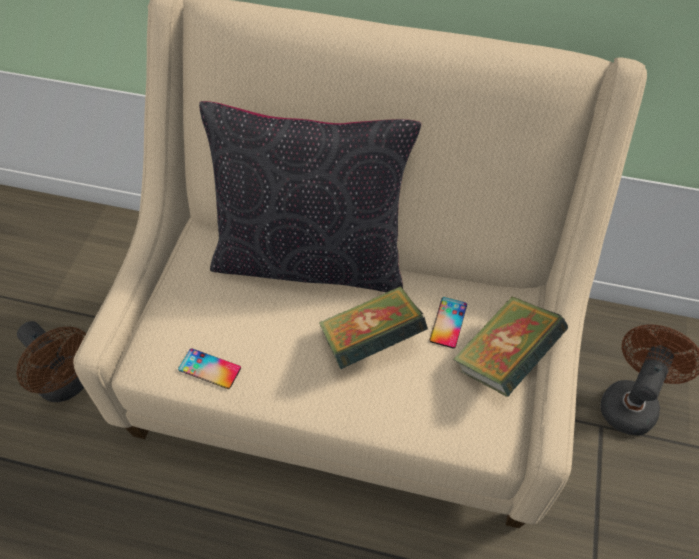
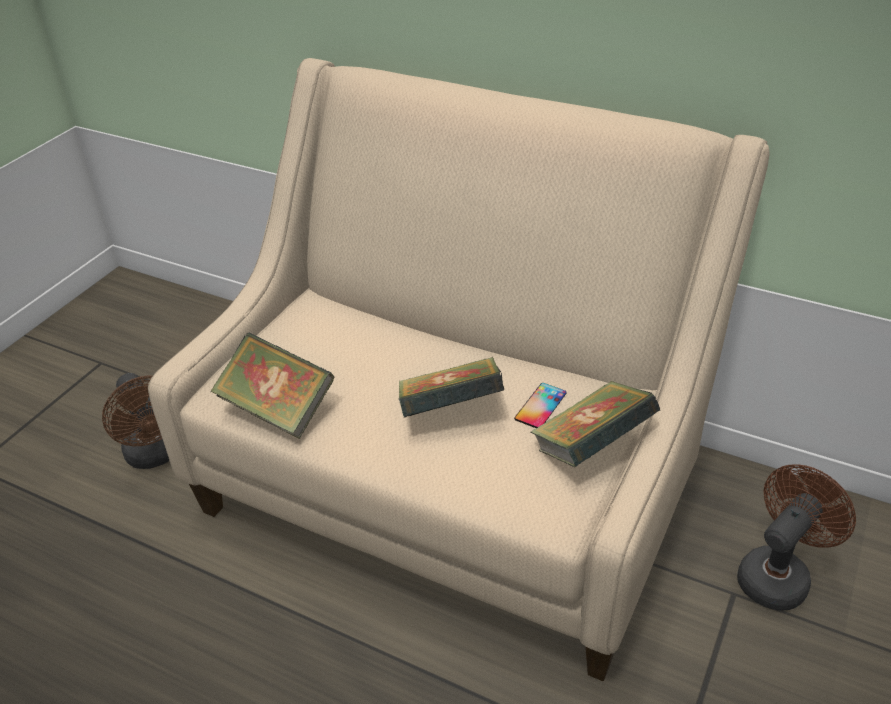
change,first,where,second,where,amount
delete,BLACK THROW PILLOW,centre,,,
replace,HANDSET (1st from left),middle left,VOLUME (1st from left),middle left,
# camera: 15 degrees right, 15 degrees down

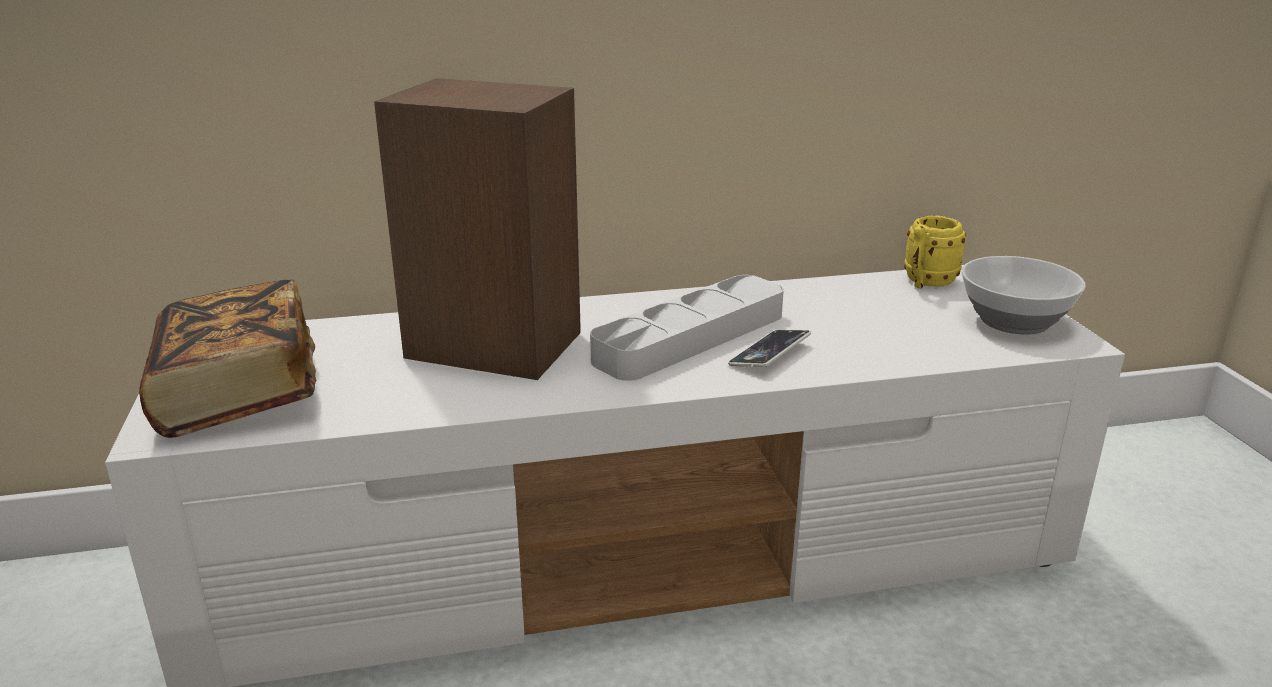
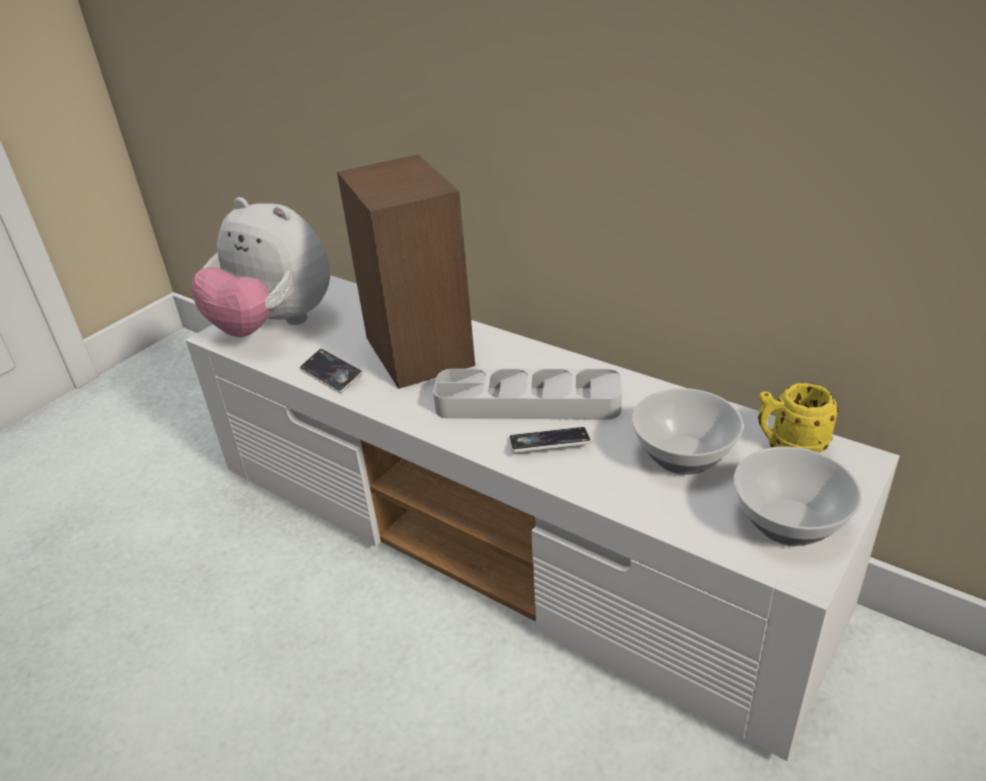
change,first,where,second,where,amount
replace,VOLUME,middle left,CUDDLY TOY,middle left,
insert,,,HANDSET (1st from left),centre,
insert,,,DEEP DISH (1st from left),middle right,
# camera: 50 degrees right, 10 degrees up

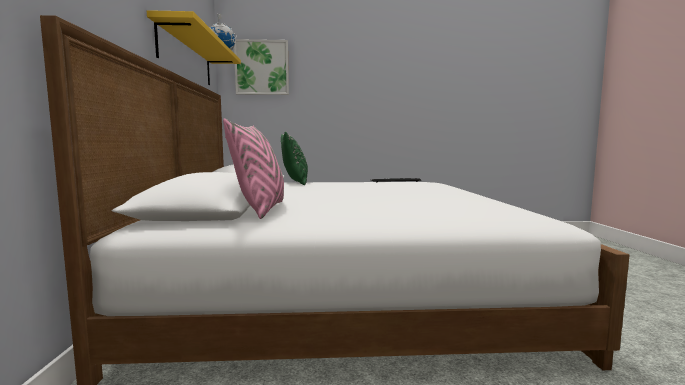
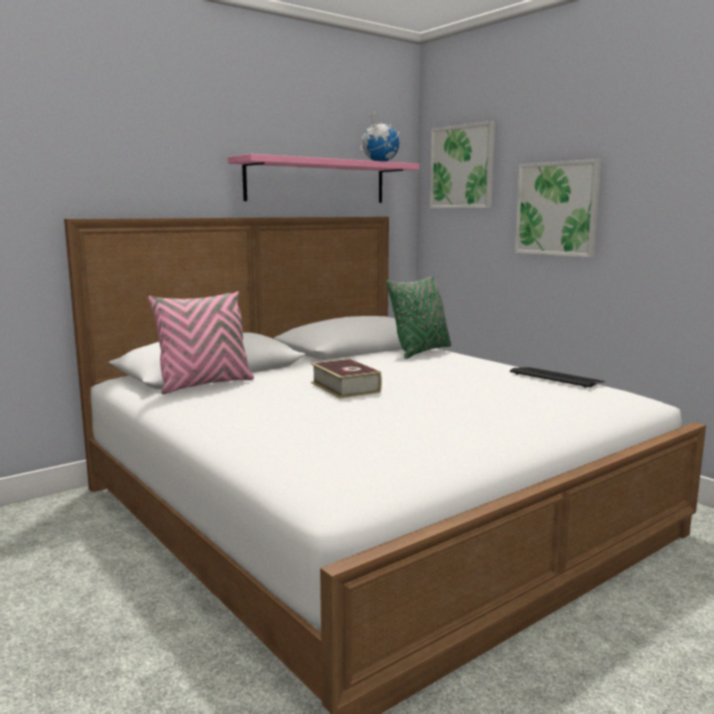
change,first,where,second,where,amount
recolor,YELLOW-COLOURED BRACKET SHELF,top left,PINKISH BRACKET SHELF,top centre,
insert,,,PICTURE (2nd from left),top right,
insert,,,VOLUME,centre,
# camera: 55 degrees right, 5 degrees up

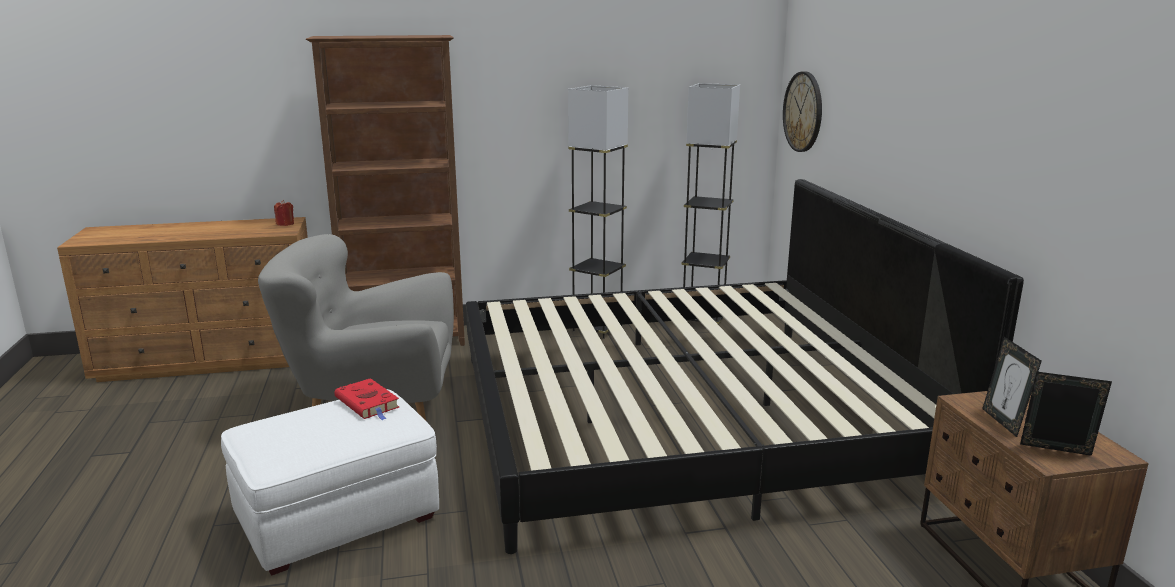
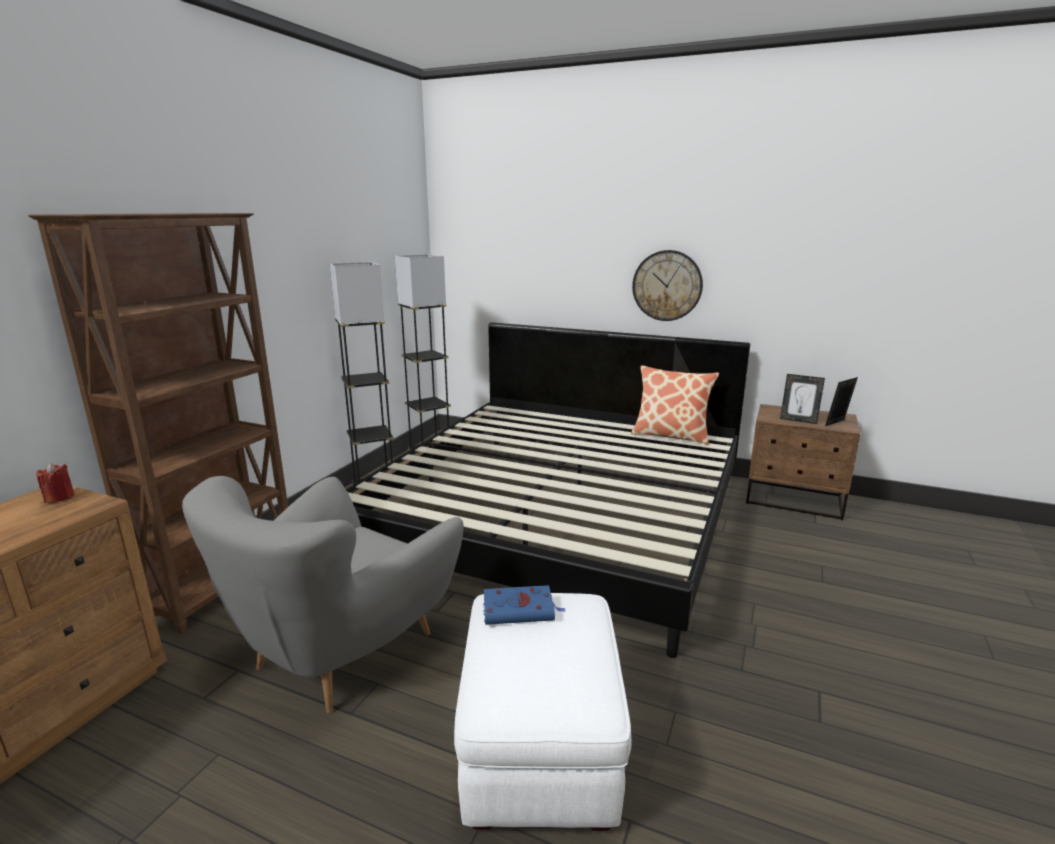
change,first,where,second,where,amount
move,WALL CLOCK,top right,,centre,
recolor,RED VOLUME,bottom left,BLUE VOLUME,bottom centre,
insert,,,THROW PILLOW,centre,
# camera: 55 degrees left, 0 degrees up

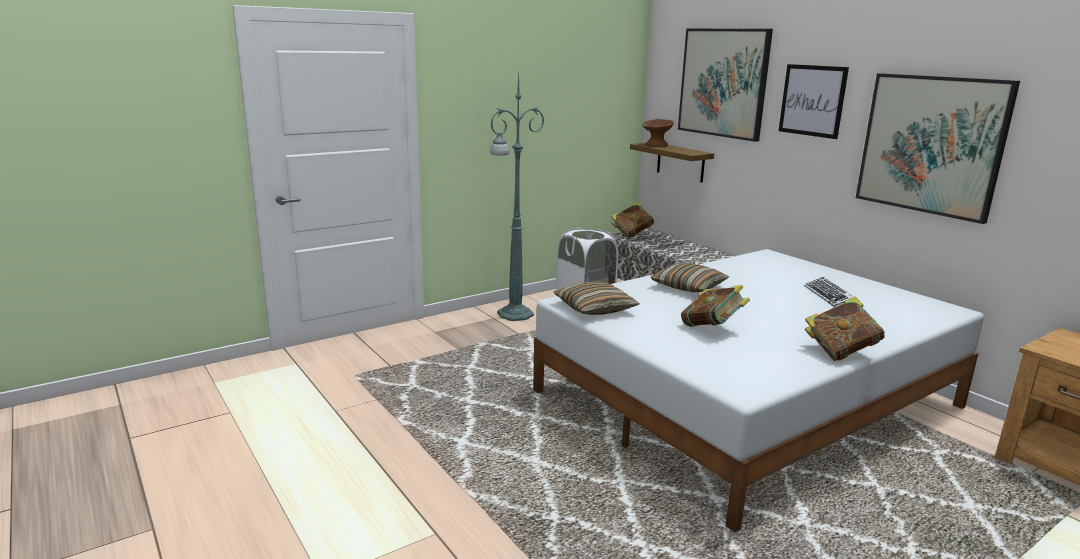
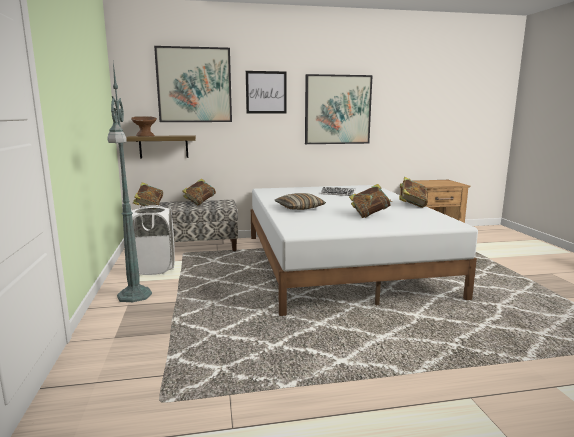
change,first,where,second,where,amount
delete,THROW PILLOW (1st from left),centre,,,
insert,,,VOLUME (2nd from left),centre,
# camera: 65 degrees left, 5 degrees down

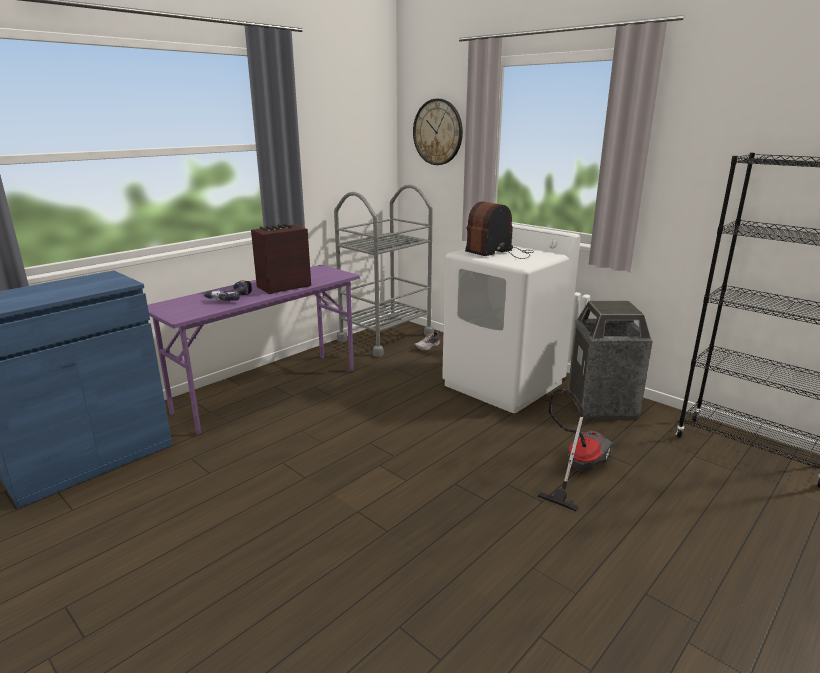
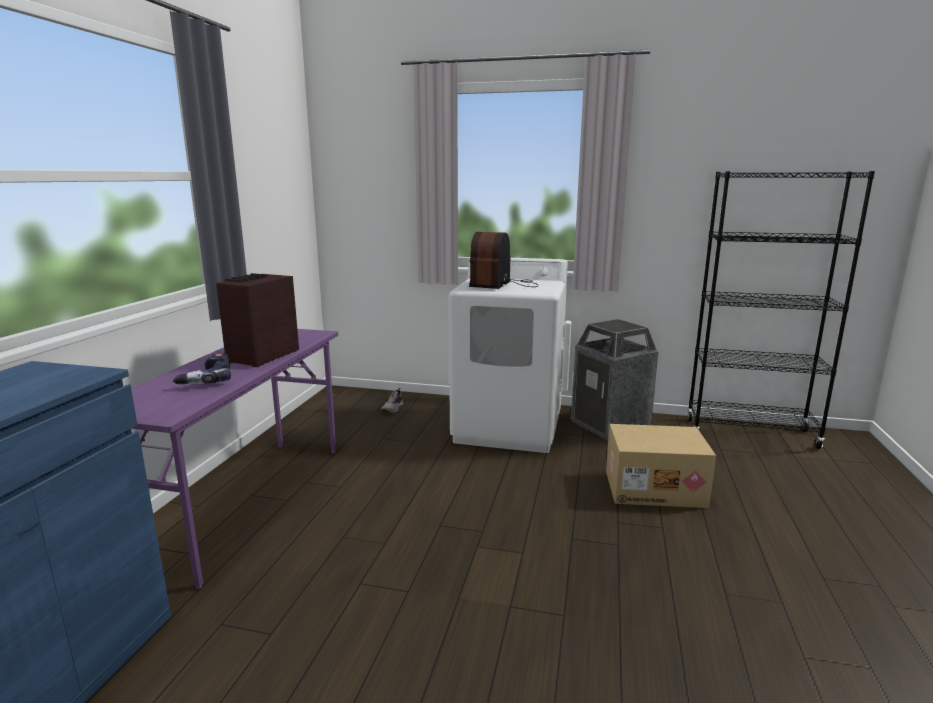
change,first,where,second,where,amount
delete,WALL CLOCK,top centre,,,
delete,GREY CART,centre,,,
replace,VACUUM CLEANER,bottom right,PACKING BOX,middle right,
# camera: 30 degrees left, 5 degrees down

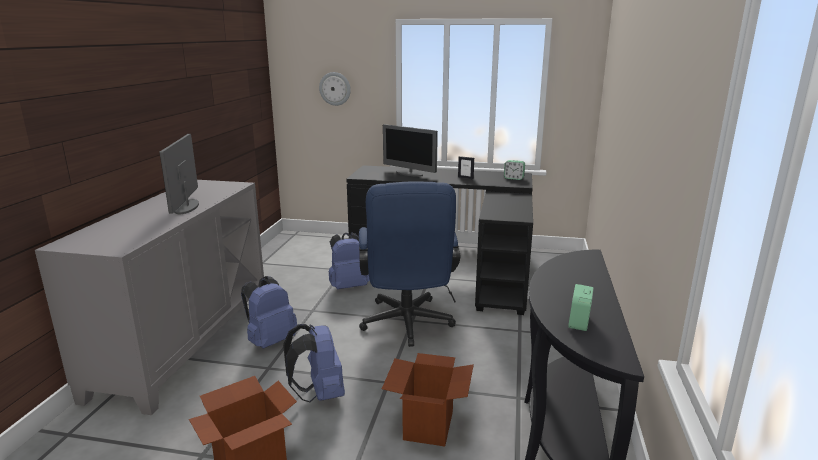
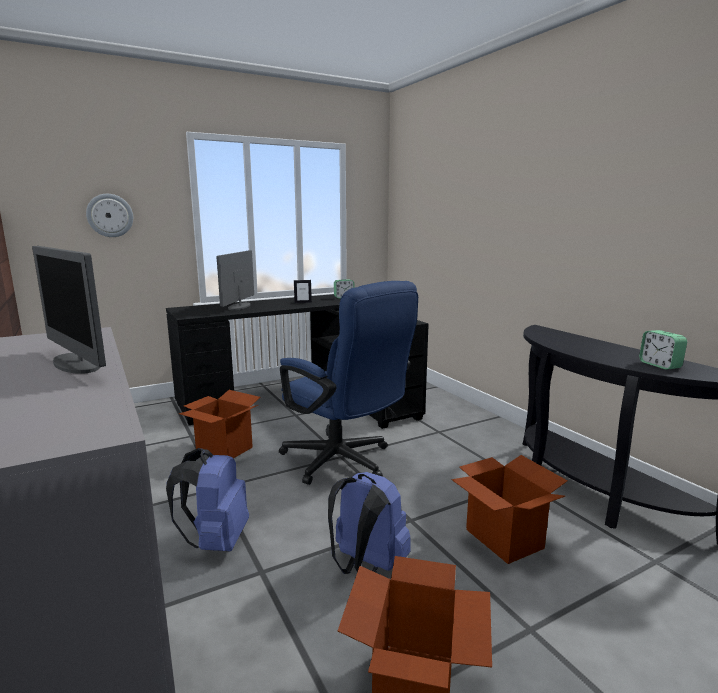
change,first,where,second,where,amount
rotate,COMPUTER SCREEN (2nd from left),top centre,,middle left,105 degrees clockwise
replace,BLUE BACKPACK (3rd from left),centre,PACKING BOX (1st from left),middle left,
# camera: 40 degrees left, 5 degrees down

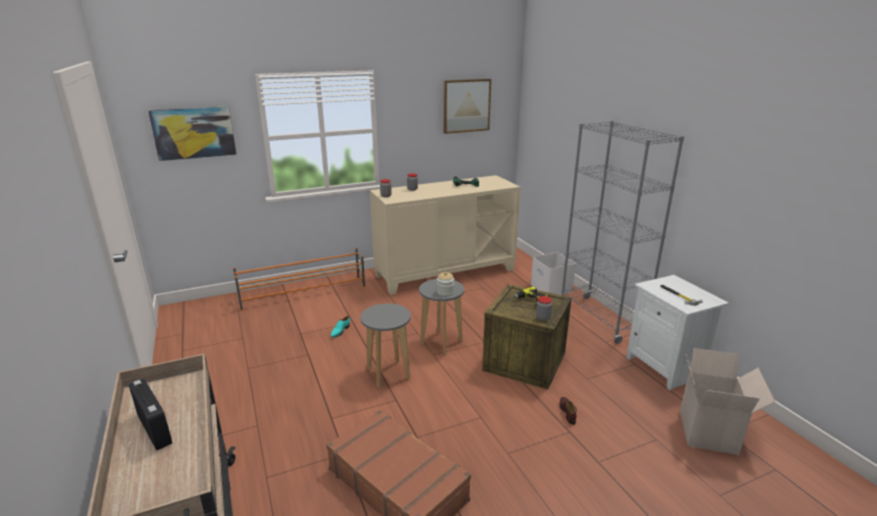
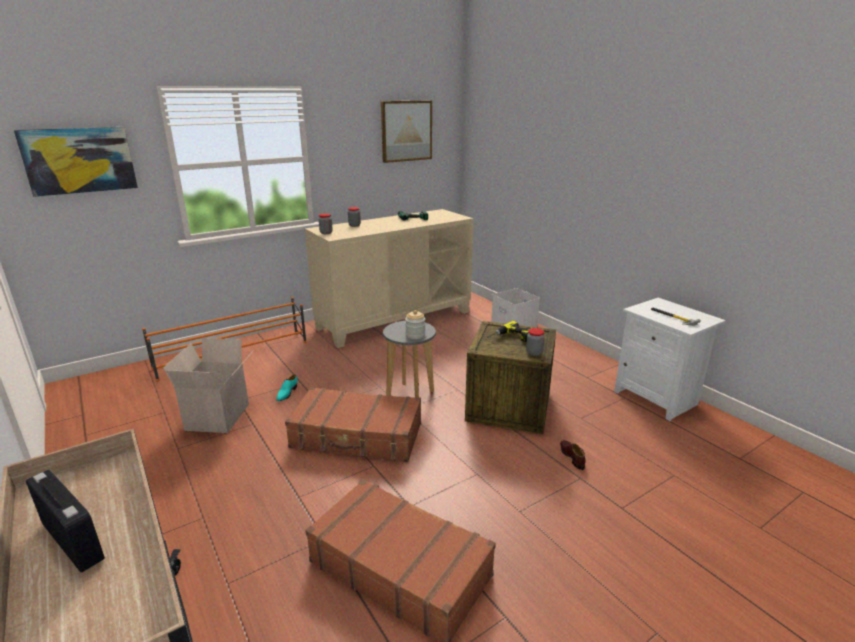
change,first,where,second,where,amount
delete,GREY BOOKCASE,middle right,,,
replace,GREY SITTING STOOL (1st from left),bottom centre,BROWN PIECE OF LUGGAGE (1st from left),centre,
move,PACKING BOX,bottom right,,middle left,
# camera: 10 degrees left, 0 degrees up

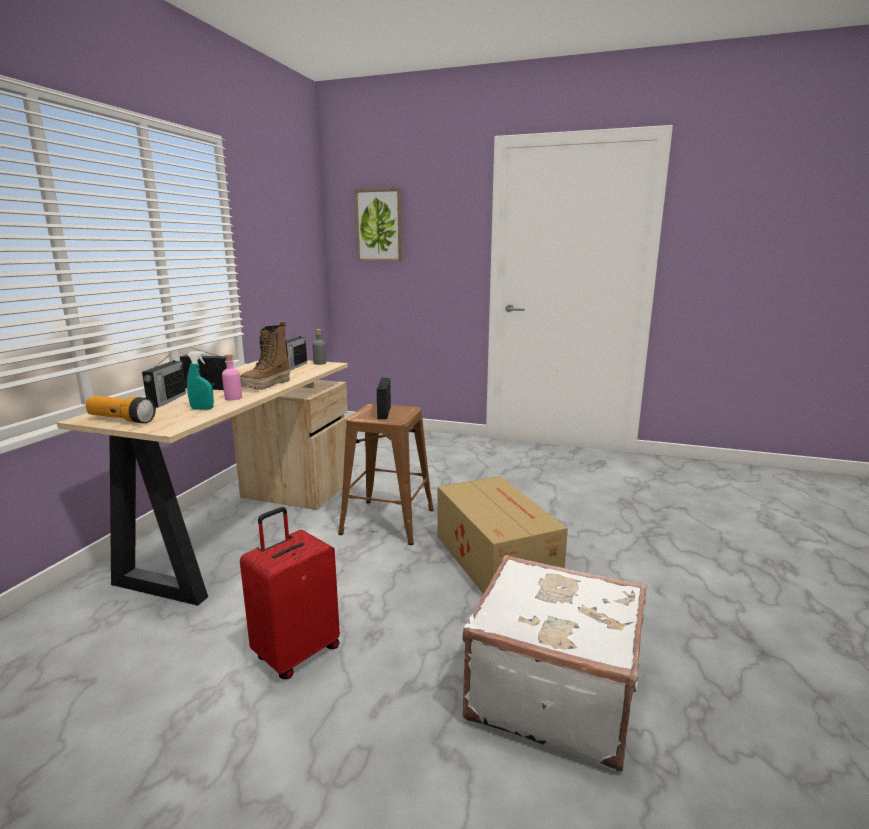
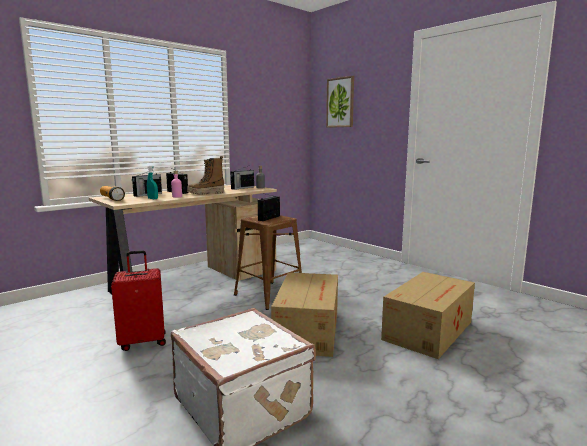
change,first,where,second,where,amount
insert,,,PACKING BOX (2nd from left),bottom right,
# camera: 30 degrees right, 5 degrees down

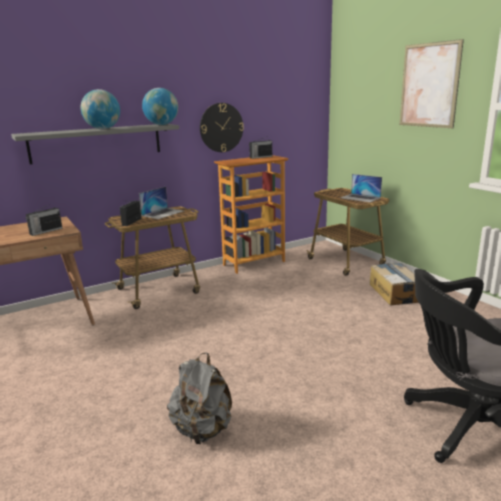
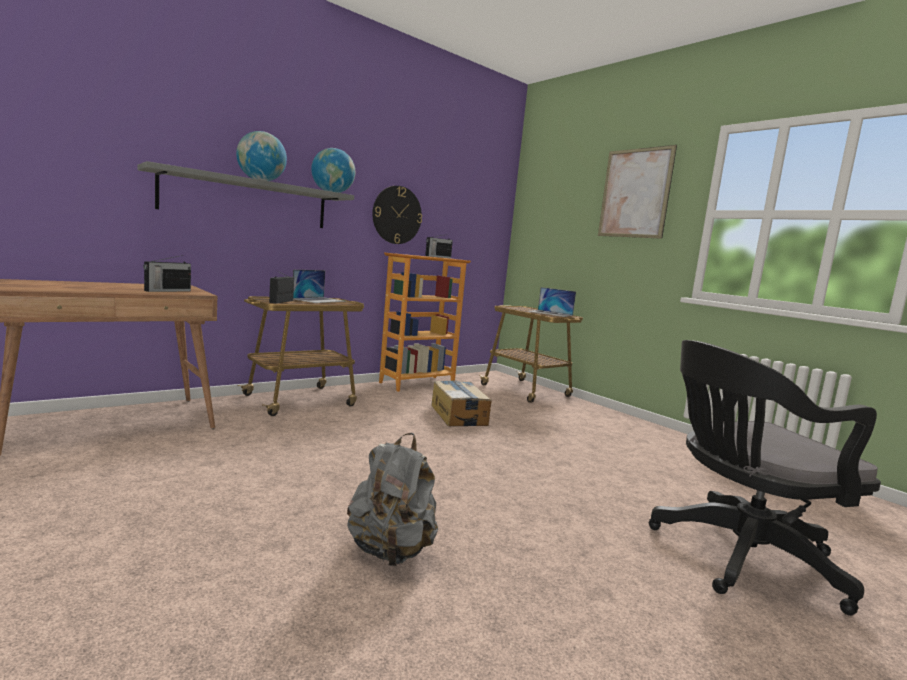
change,first,where,second,where,amount
move,PACKING BOX,middle right,,centre,
# camera: 10 degrees left, 10 degrees down

